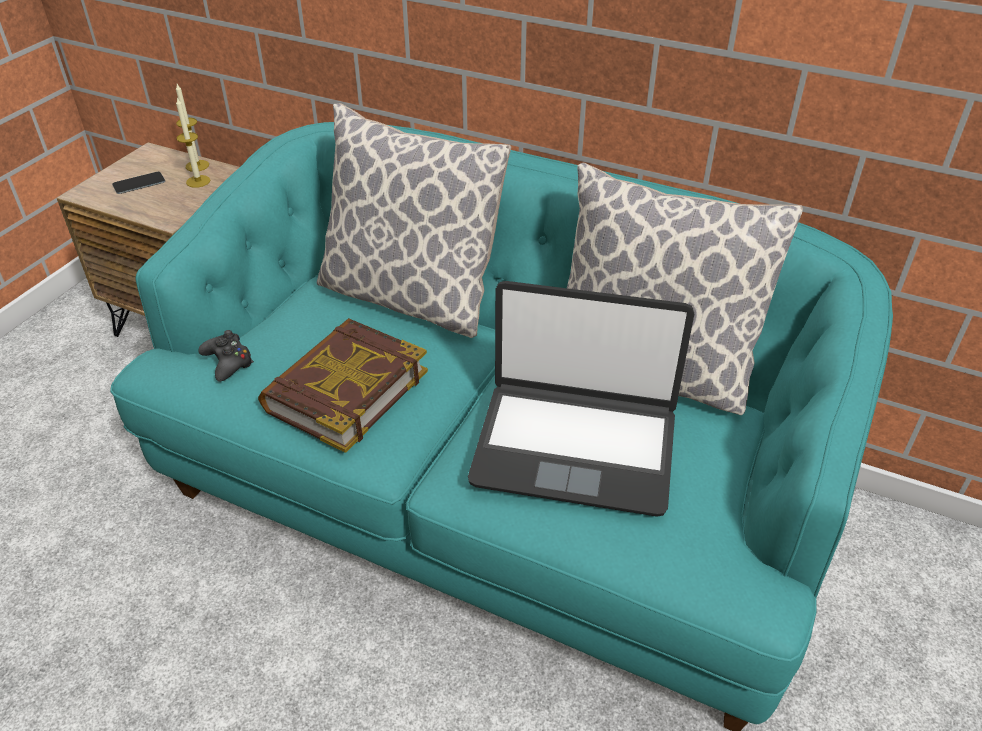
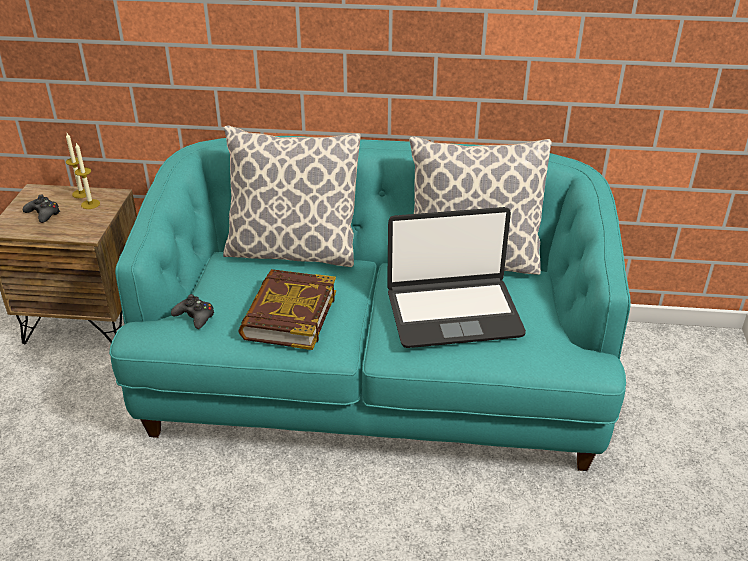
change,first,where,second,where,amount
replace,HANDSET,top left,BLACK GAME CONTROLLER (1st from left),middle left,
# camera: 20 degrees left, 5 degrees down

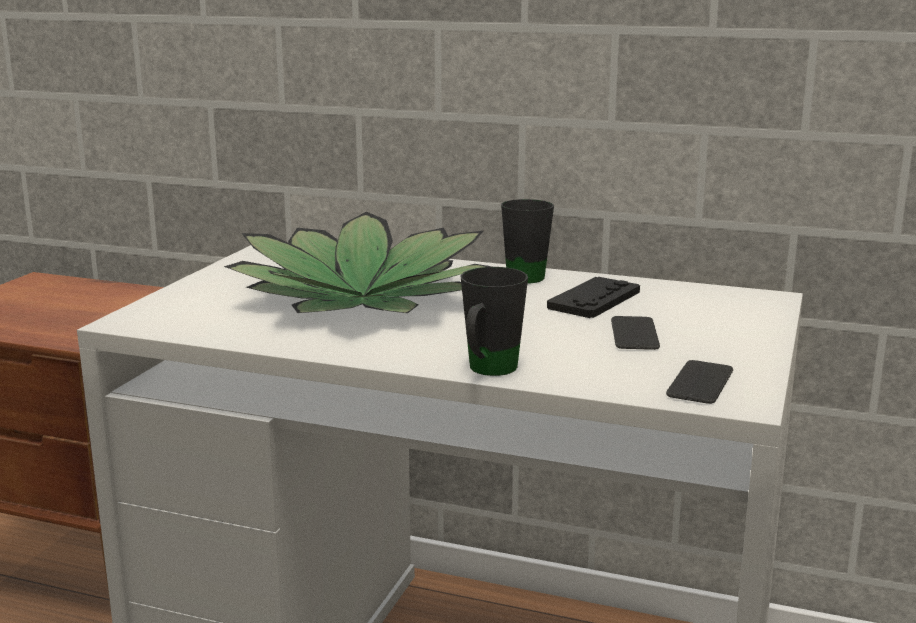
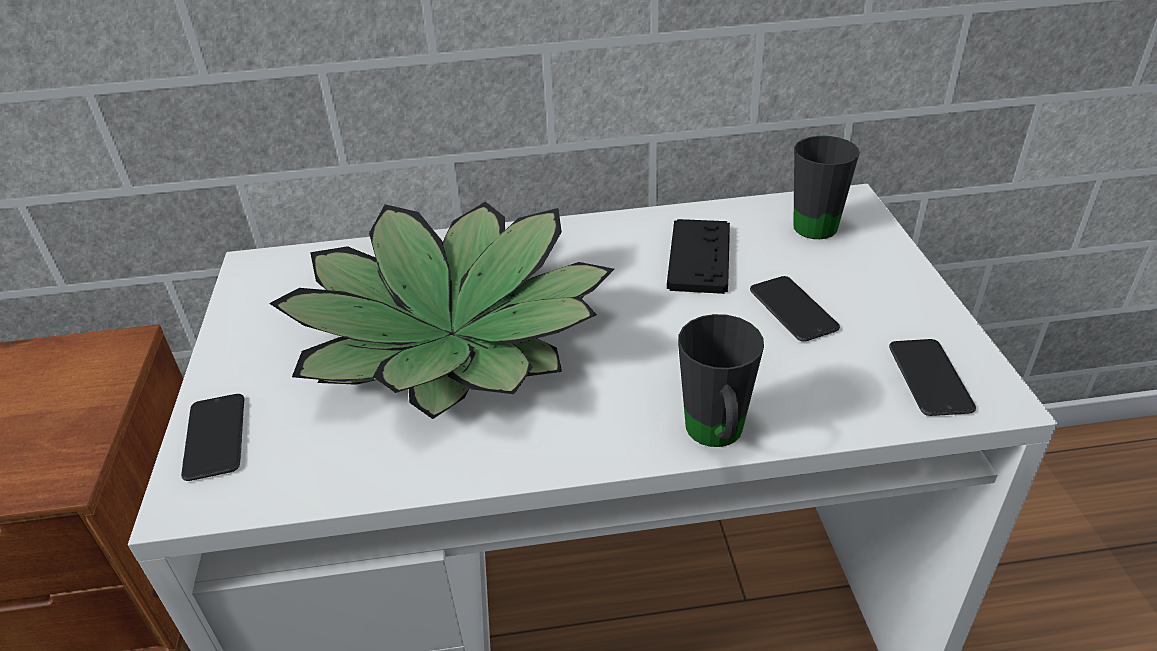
change,first,where,second,where,amount
move,BLACK COFFEE MUG (2nd from left),centre,,top right,
insert,,,HANDSET (1st from left),bottom left,
# camera: 25 degrees left, 20 degrees up

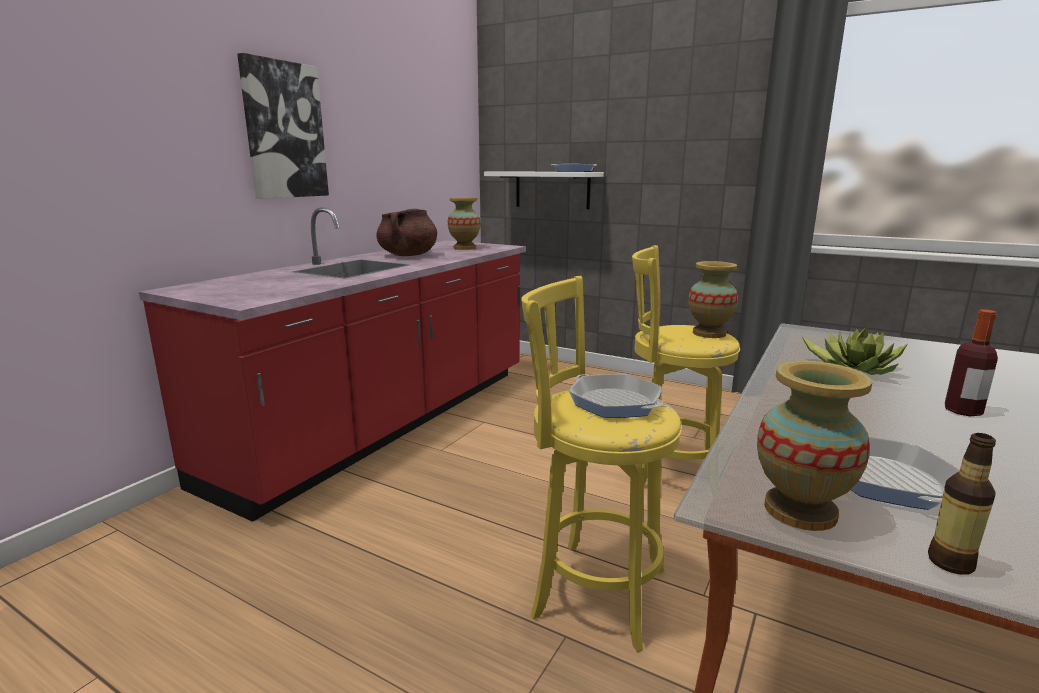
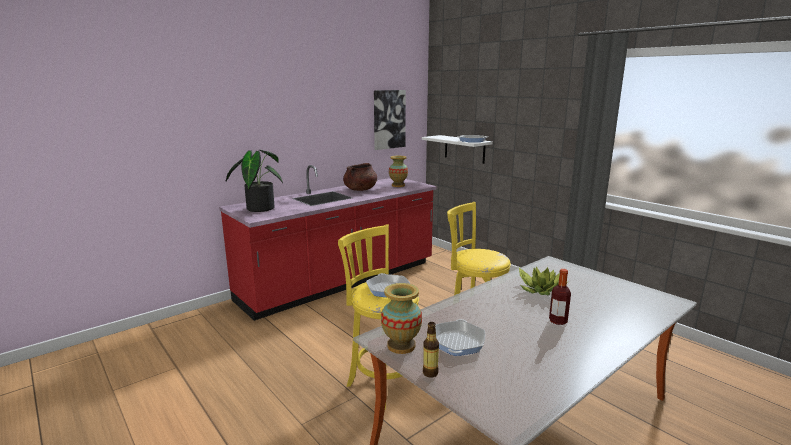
change,first,where,second,where,amount
move,PICTURE,top left,,top centre,
delete,FLOWER VASE (2nd from left),middle right,,,
insert,,,PLANT IN A POT (1st from left),middle left,
# camera: 20 degrees right, 0 degrees up

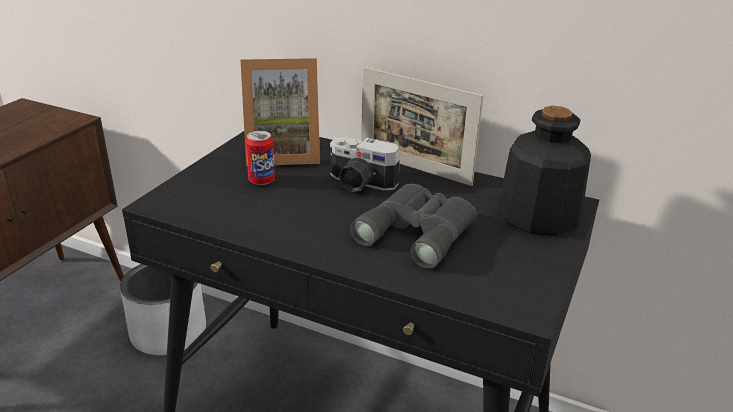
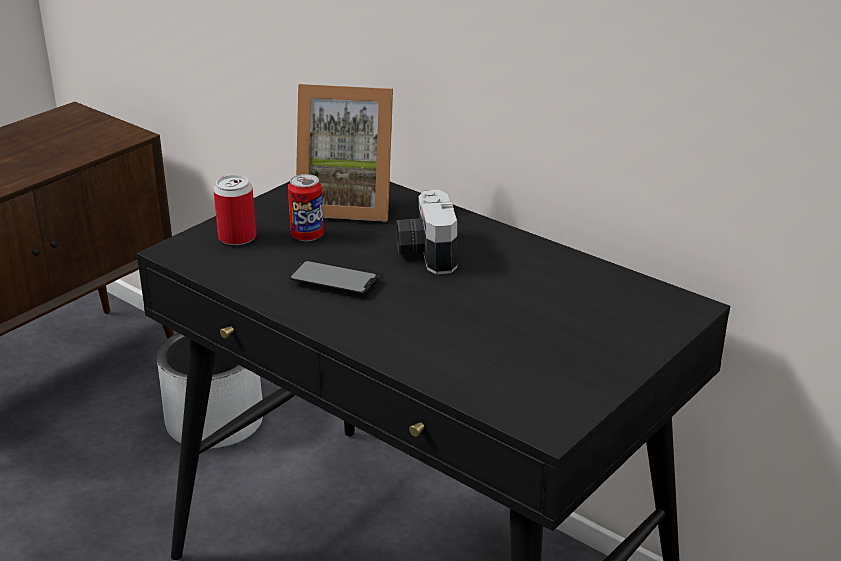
change,first,where,second,where,amount
delete,STANDING FRAME (2nd from left),top centre,,,
delete,BEVERAGE BOTTLE,middle right,,,
rotate,PHOTO CAMERA,centre,,centre,45 degrees clockwise
delete,GREY PAIR OF BINOCULARS,centre,,,
insert,,,CAN (1st from left),middle left,
insert,,,HANDSET,centre,
# camera: 15 degrees right, 0 degrees up

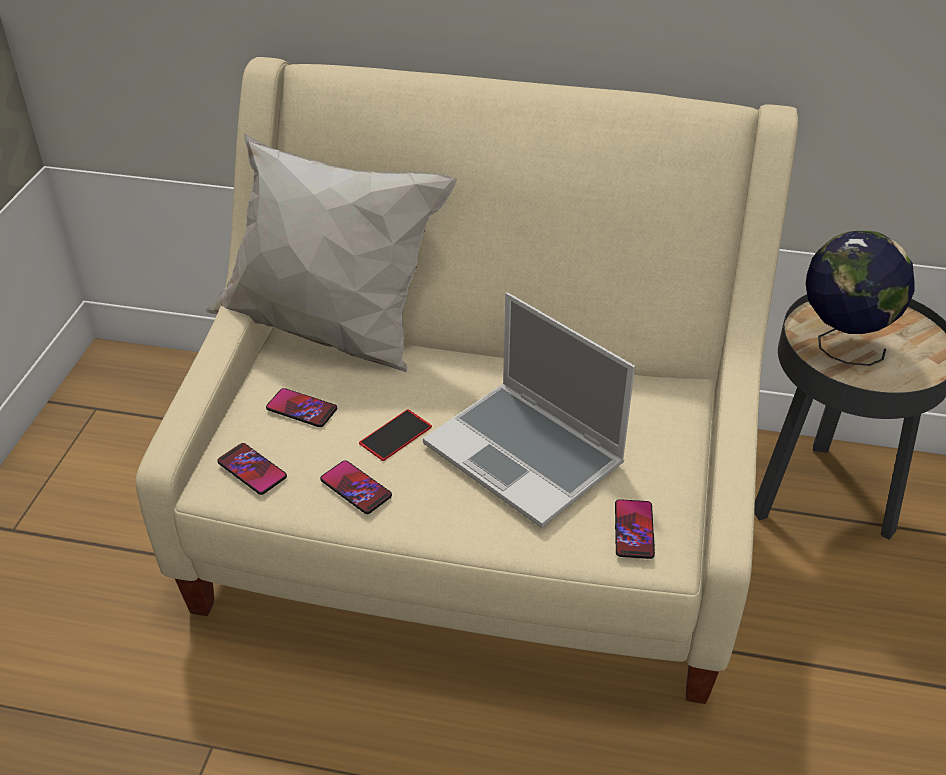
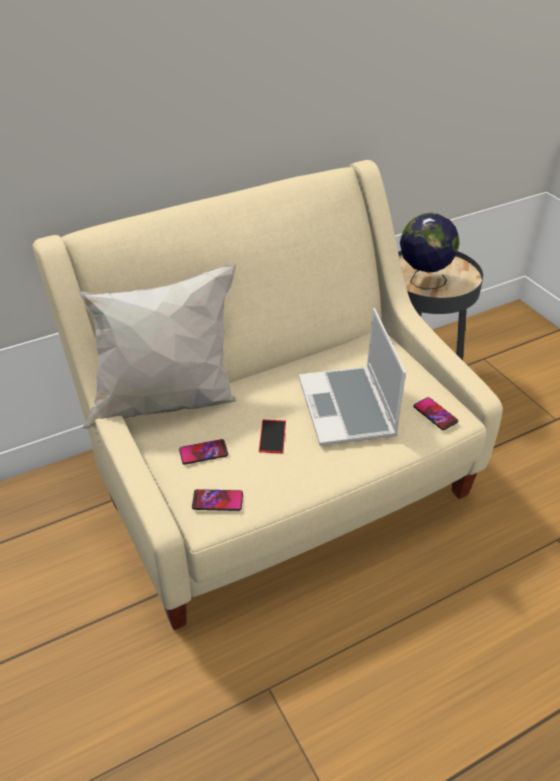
change,first,where,second,where,amount
rotate,PORTABLE COMPUTER,centre,,centre,75 degrees clockwise
delete,HANDSET (3rd from left),centre,,,
# camera: 40 degrees left, 0 degrees up

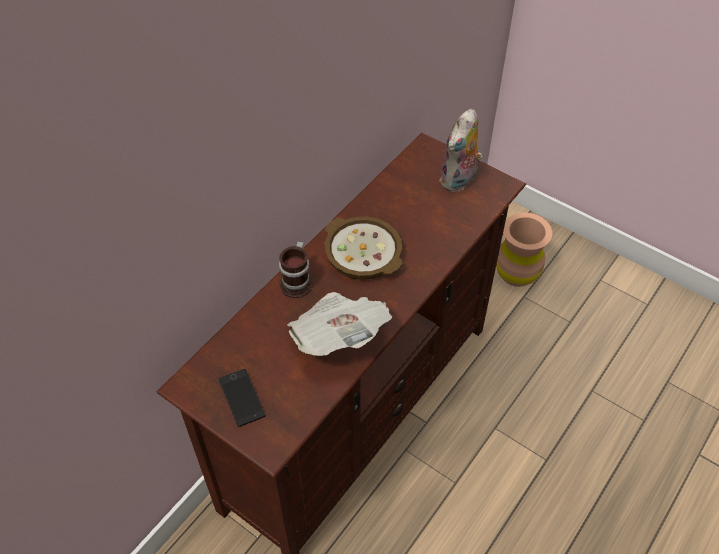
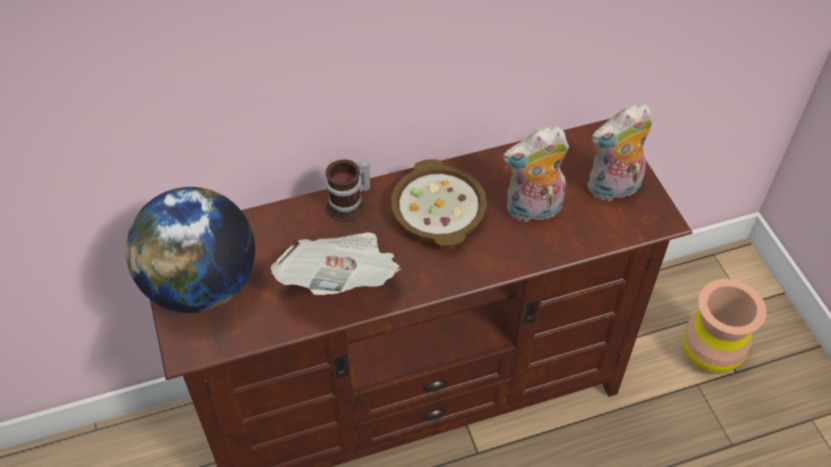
change,first,where,second,where,amount
replace,HANDSET,bottom centre,WORLD GLOBE,middle left,
insert,,,CUDDLY TOY (1st from left),centre,
# camera: 35 degrees right, 0 degrees up

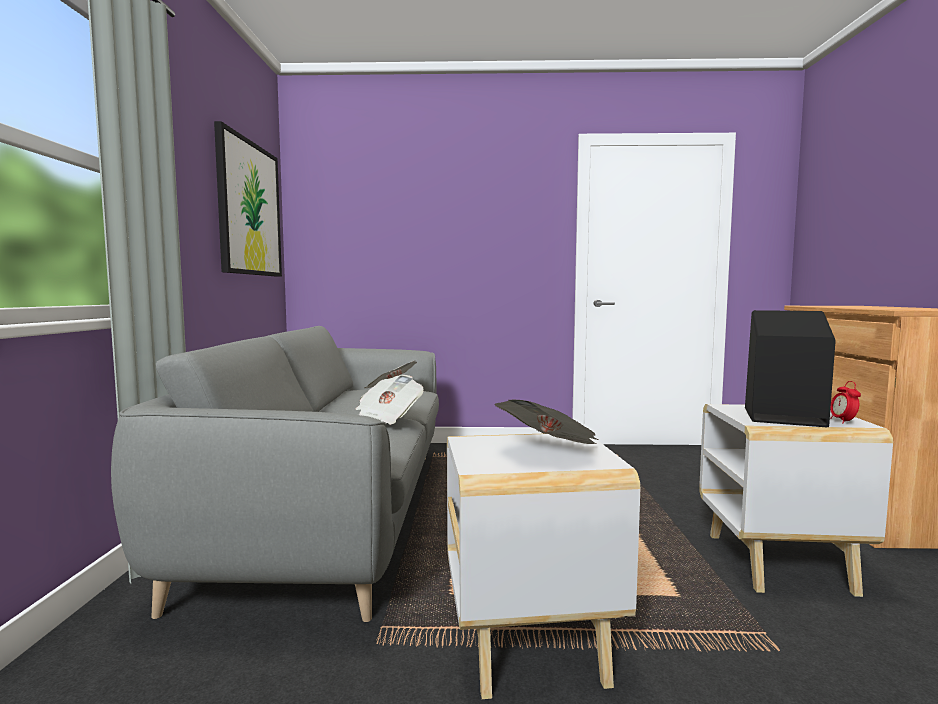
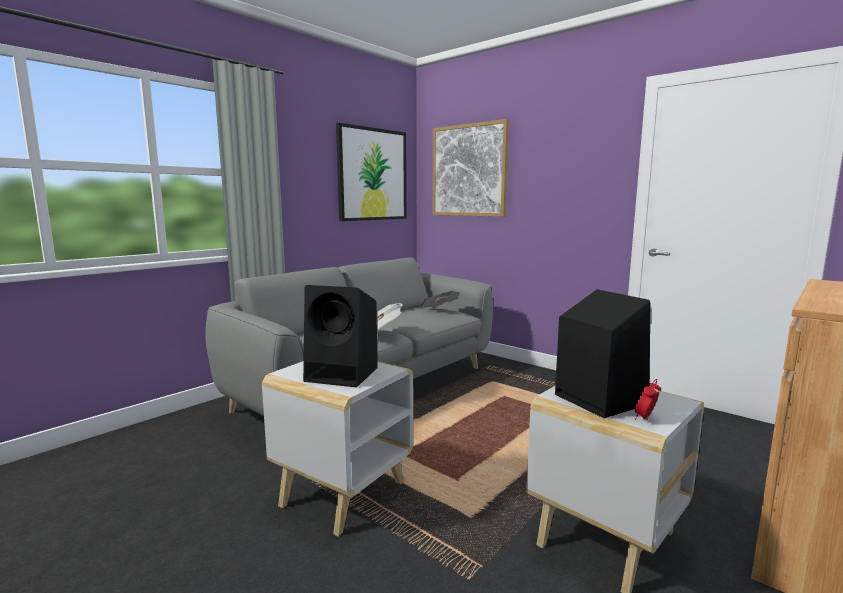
change,first,where,second,where,amount
replace,DAILY PAPER (3rd from left),centre,BLACK SPEAKER (1st from left),centre,
insert,,,PICTURE (2nd from left),top centre,
# camera: 40 degrees right, 5 degrees up

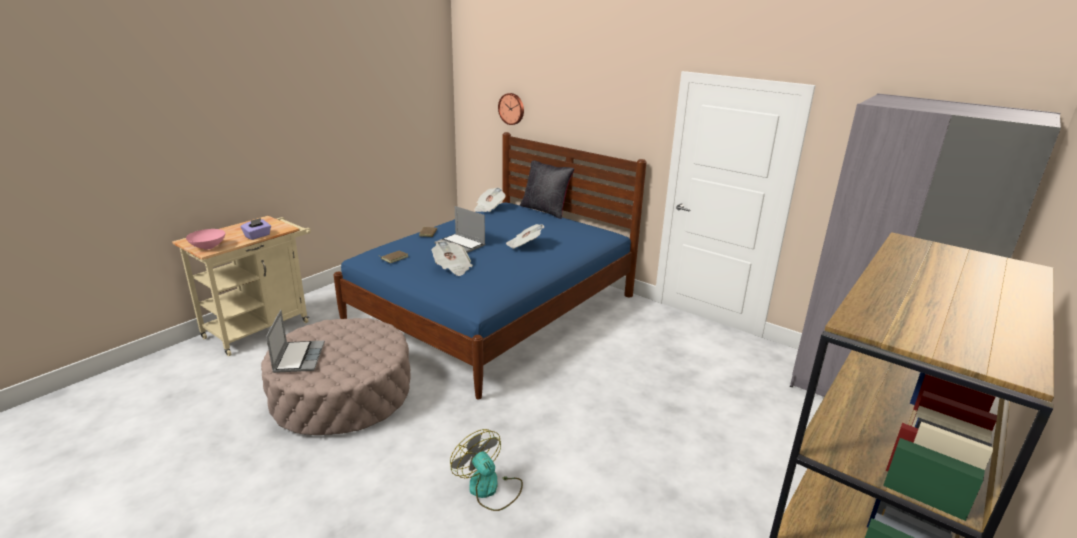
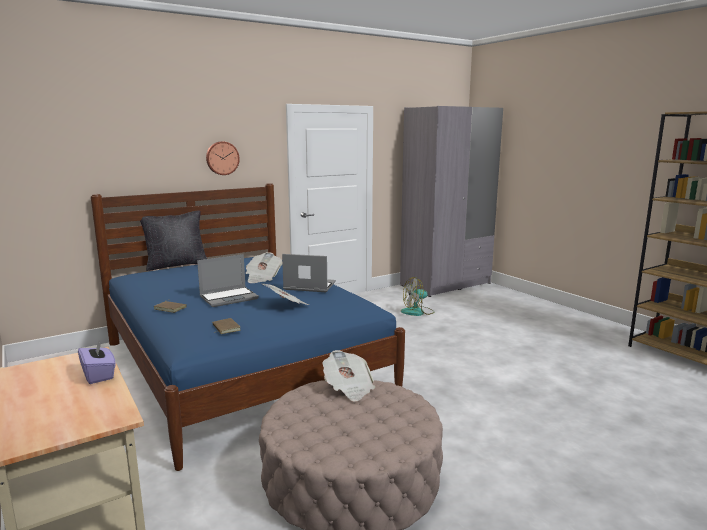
change,first,where,second,where,amount
move,WALL CLOCK,top centre,,top left,
move,DAILY PAPER (2nd from left in the first image),centre,DAILY PAPER (3rd from left),bottom centre,
delete,PINKISH DEEP DISH,middle left,,,
move,PORTABLE COMPUTER (1st from left in the first image),middle left,PORTABLE COMPUTER (2nd from left),centre,
move,COOLING FAN,bottom centre,,centre,
# camera: 70 degrees left, 10 degrees down

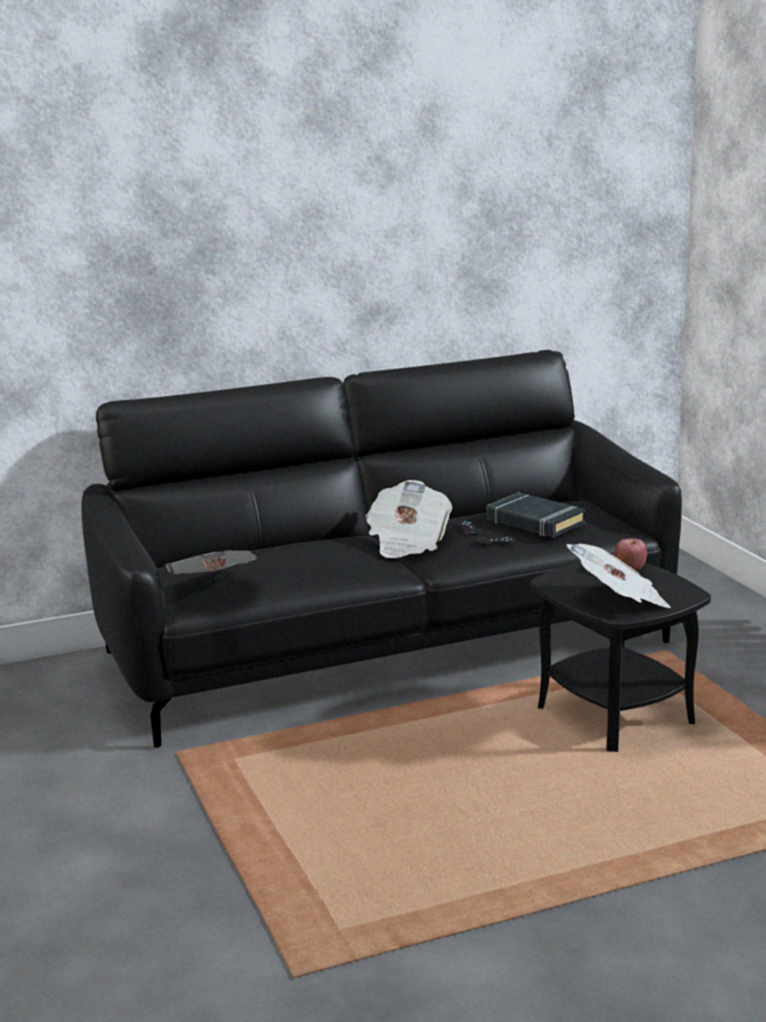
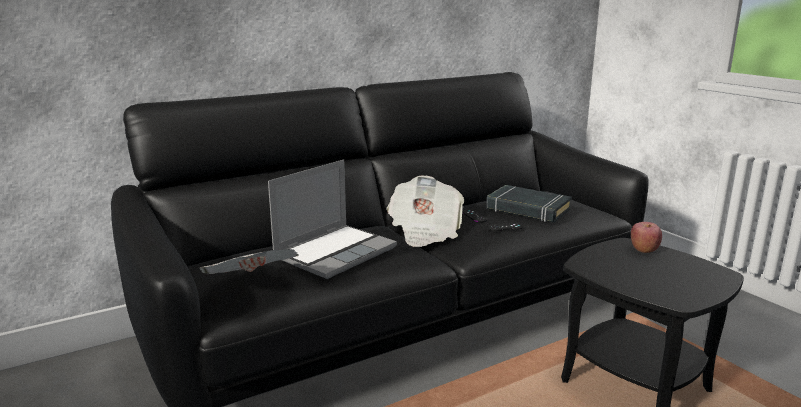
change,first,where,second,where,amount
delete,DAILY PAPER (3rd from left),middle right,,,
insert,,,PORTABLE COMPUTER,centre,
# camera: 10 degrees left, 0 degrees up

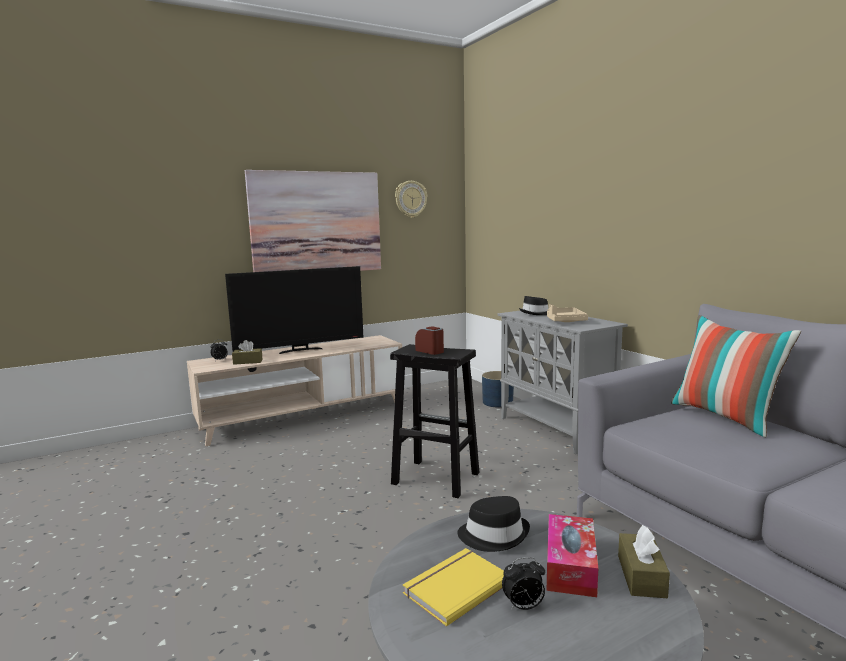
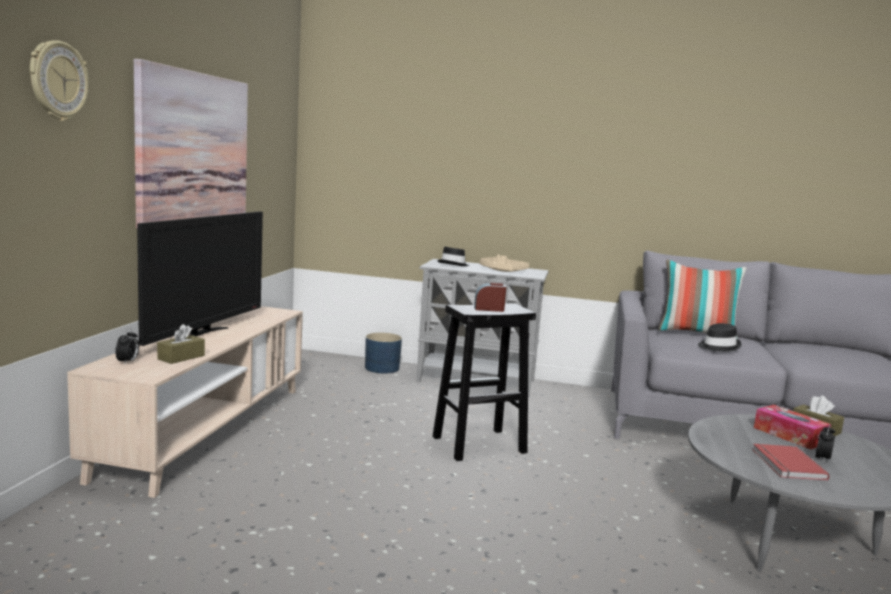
change,first,where,second,where,amount
move,WALL CLOCK,top centre,,top left,
move,BLACK CLOTHING HAT (1st from left in the first image),bottom centre,BLACK CLOTHING HAT (2nd from left),middle right,
recolor,YELLOW-COLOURED VOLUME,bottom centre,RED VOLUME,bottom right,
# camera: 50 degrees left, 0 degrees up

